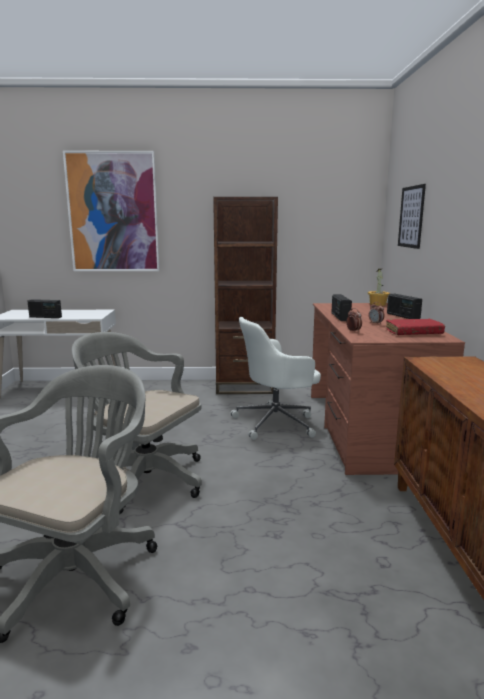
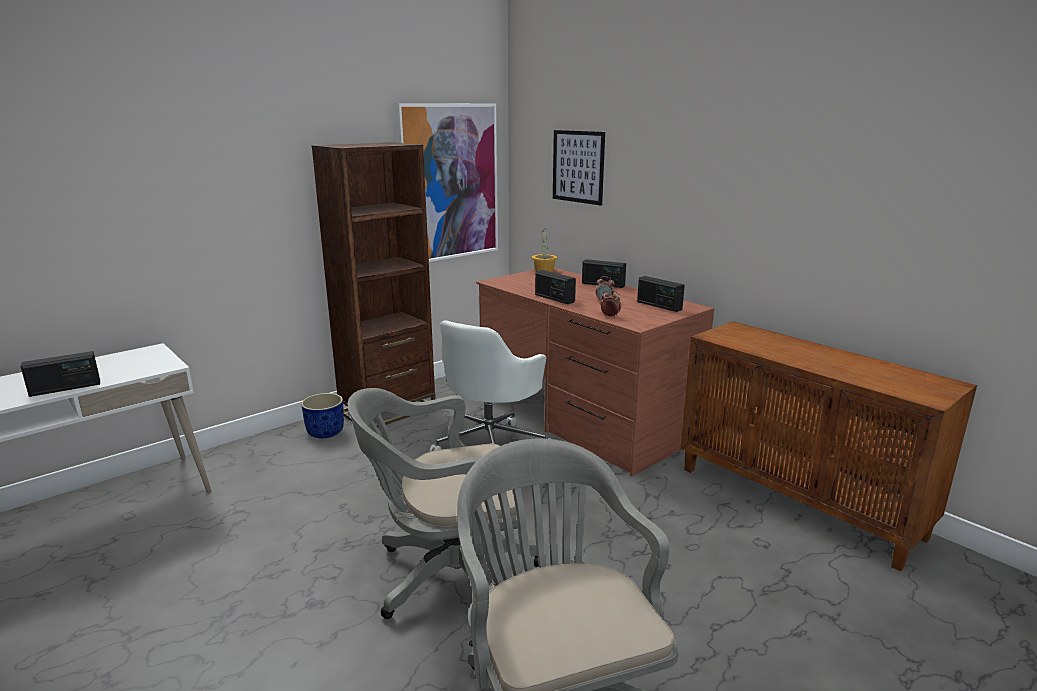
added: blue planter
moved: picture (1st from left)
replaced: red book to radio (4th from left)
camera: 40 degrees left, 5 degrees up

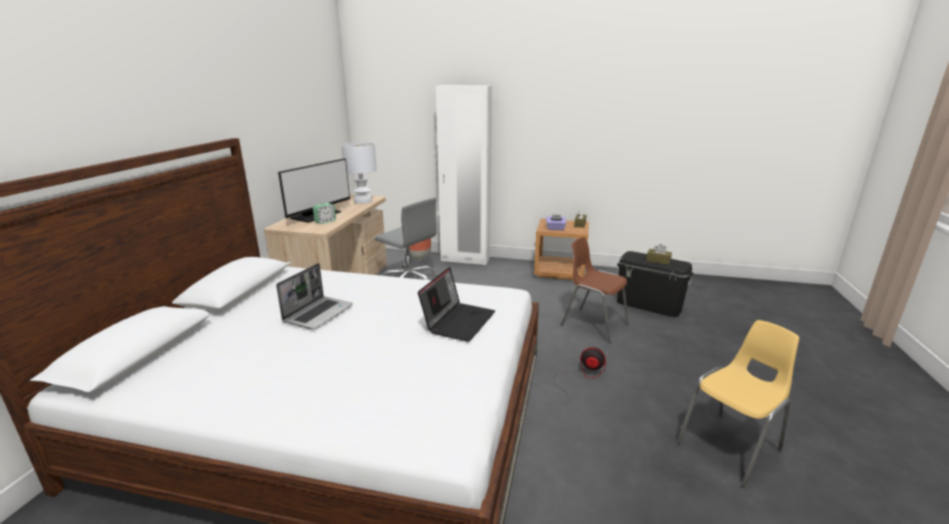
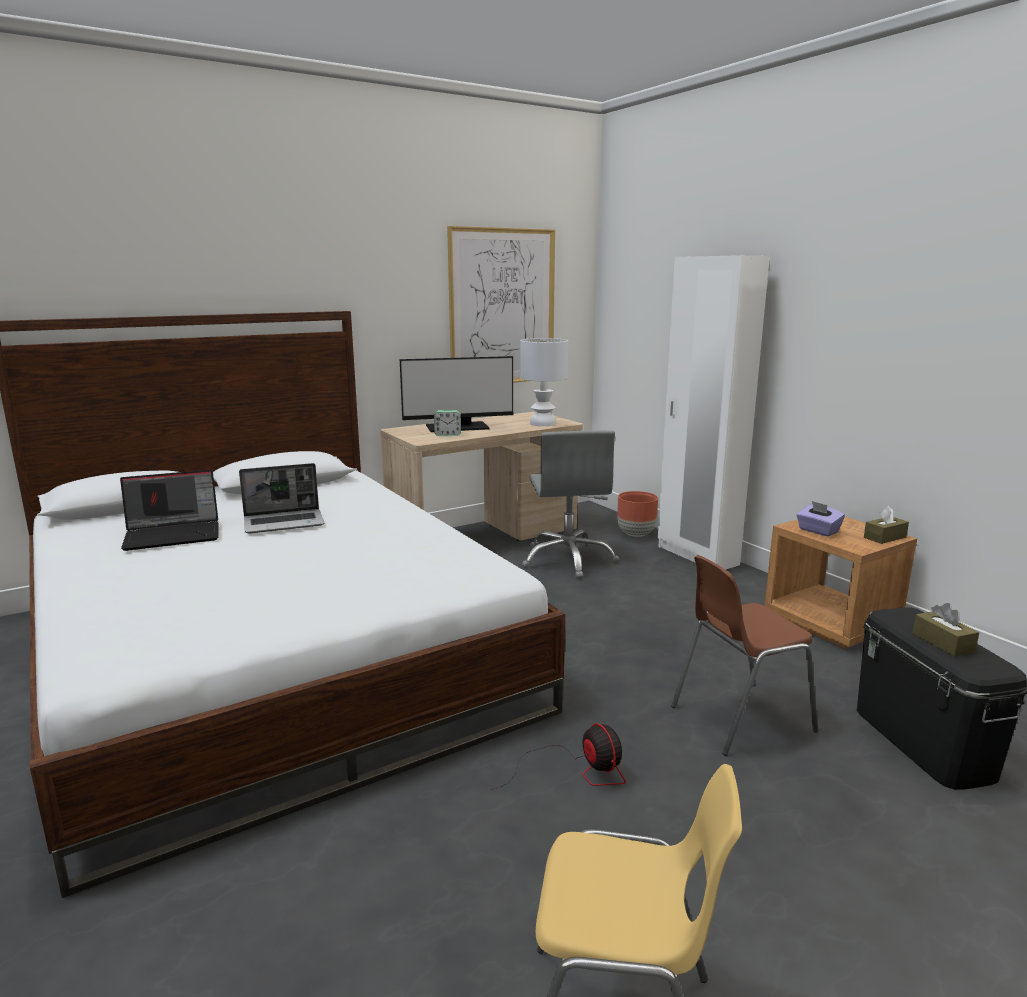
added: picture
moved: laptop (2nd from left in the first image) to laptop (1st from left)
turned: brown chair 105 degrees counterclockwise
camera: 45 degrees right, 5 degrees down

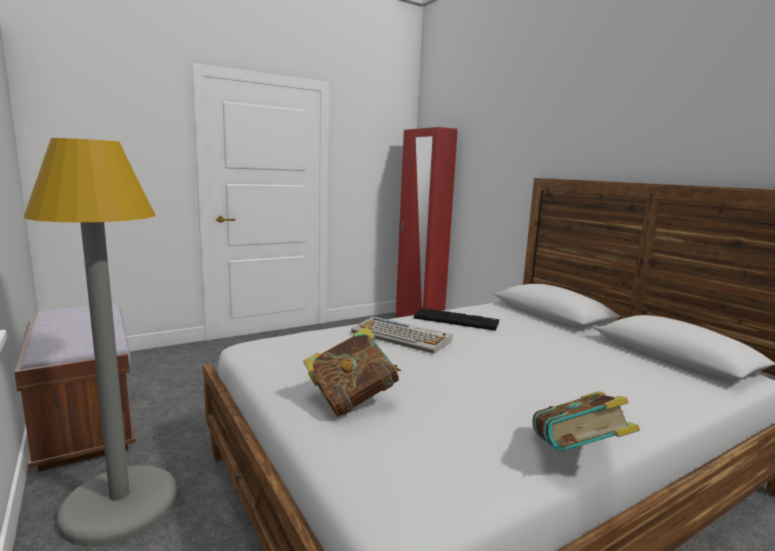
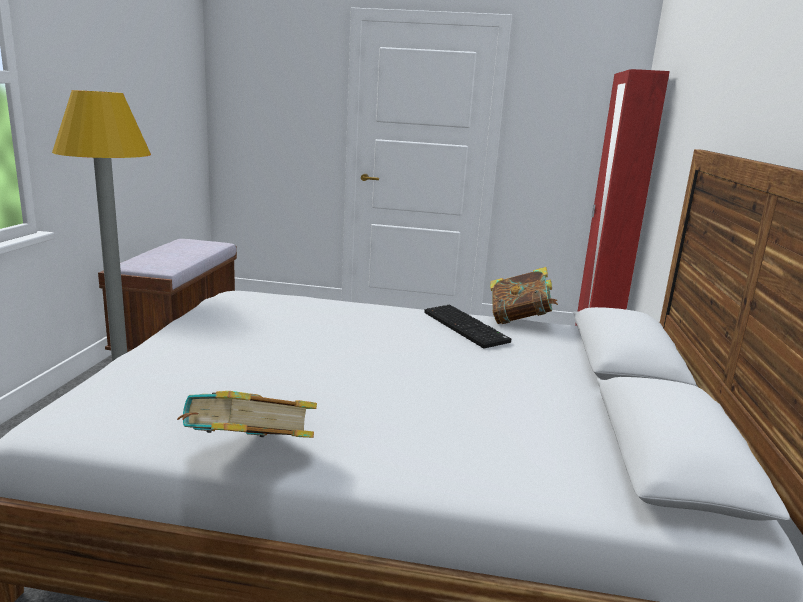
removed: keyboard (1st from left)
moved: book (1st from left in the first image) to book (2nd from left)
camera: 40 degrees right, 5 degrees up

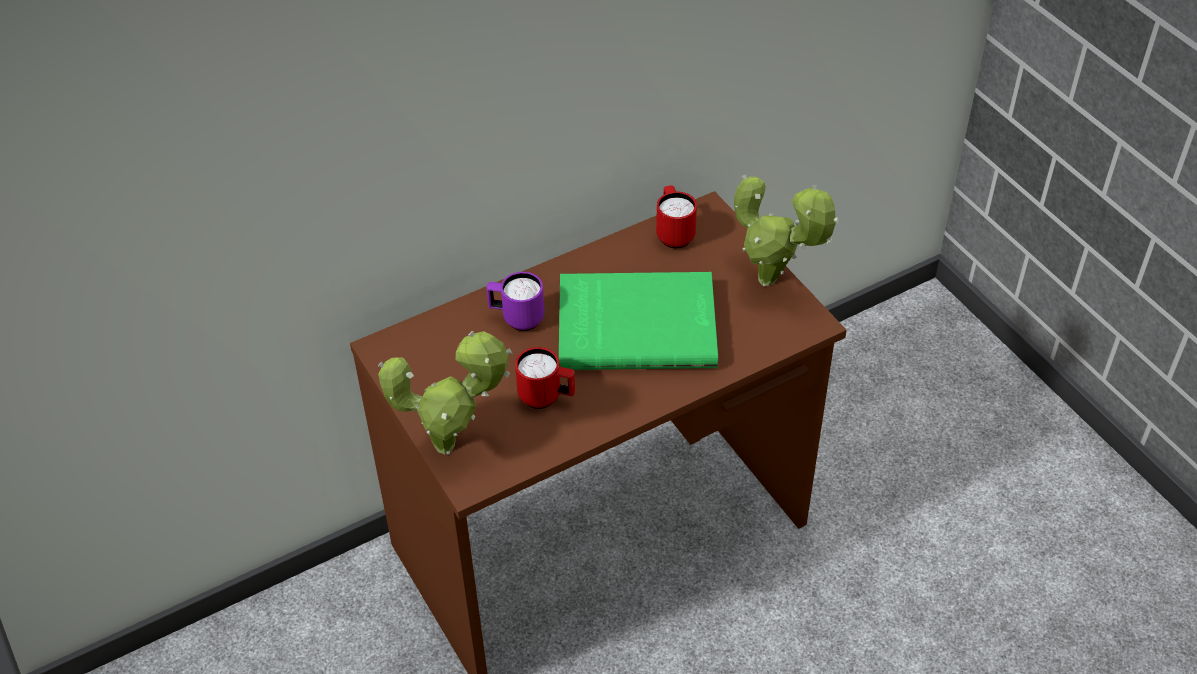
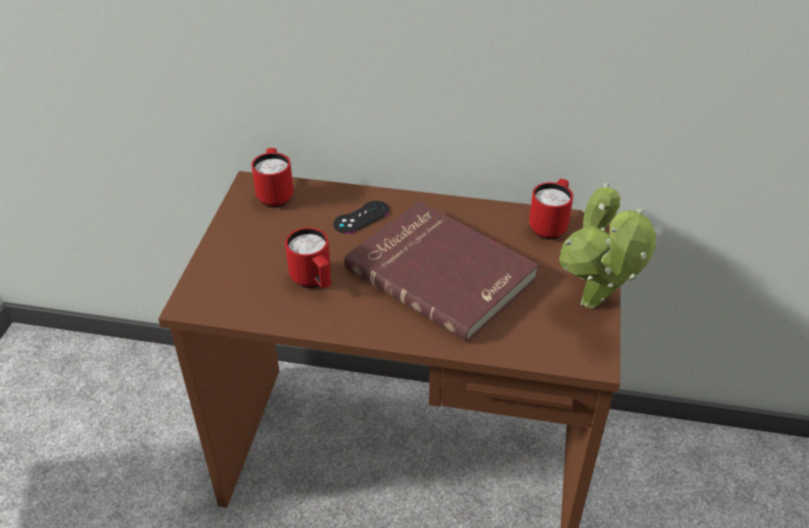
removed: potted plant (1st from left)
added: red mug (1st from left)
replaced: purple mug to black game controller
recoloured: green book to red book
camera: 40 degrees right, 5 degrees down

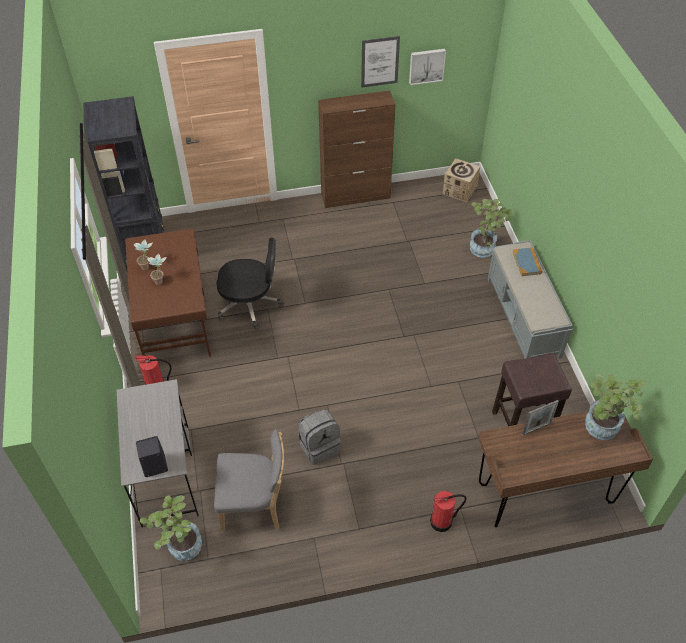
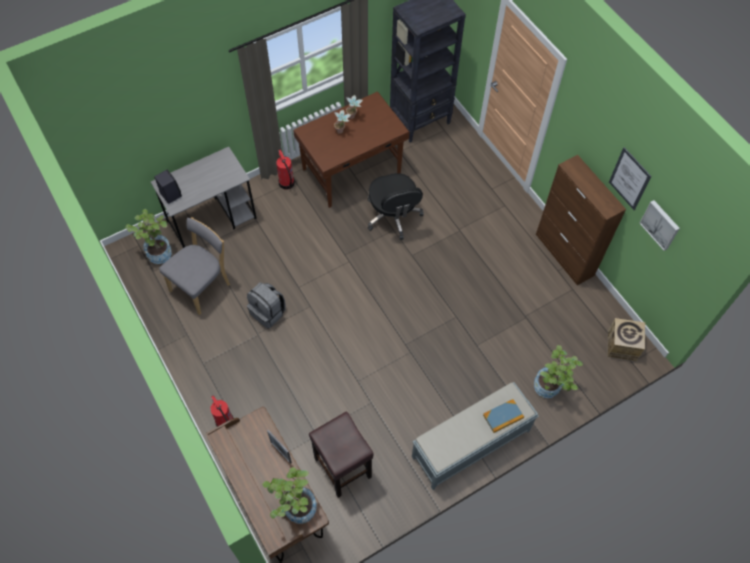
turned: grey chair 120 degrees counterclockwise
camera: 70 degrees right, 10 degrees up

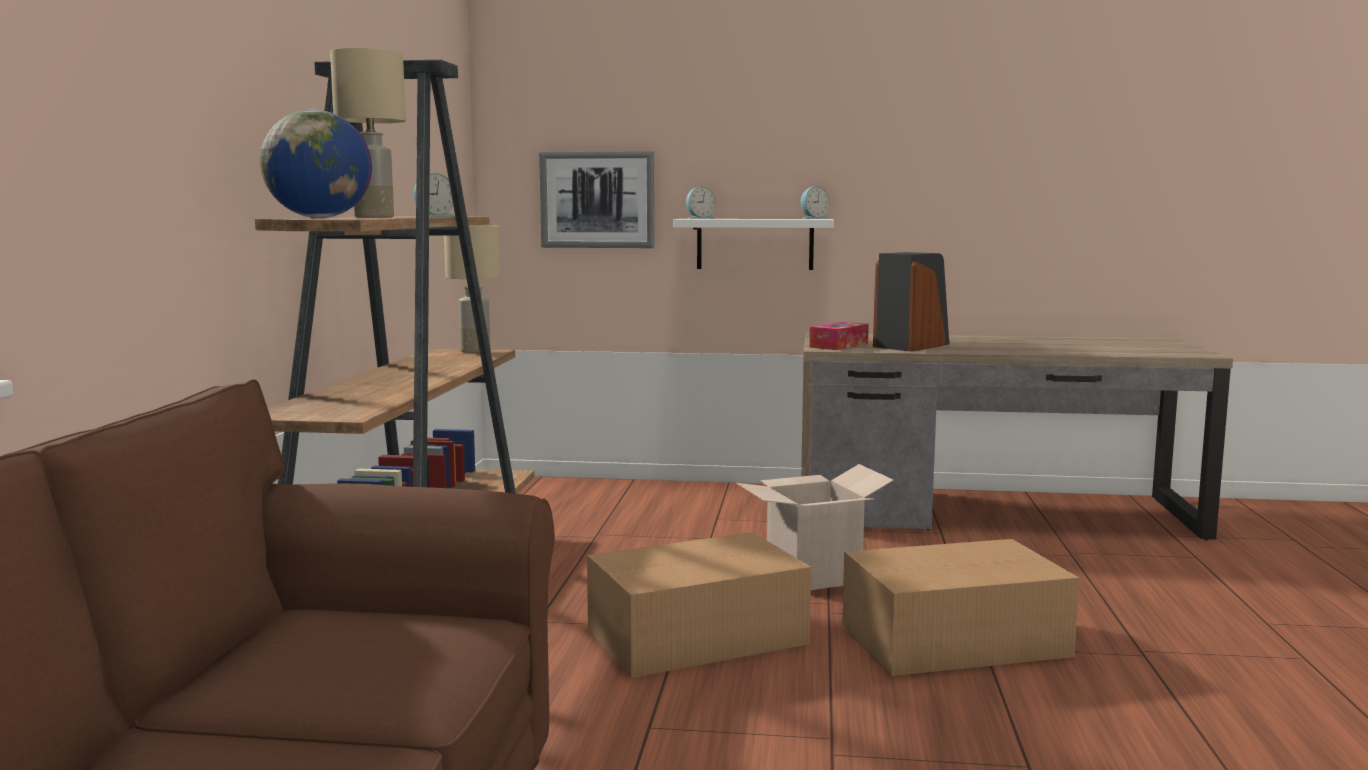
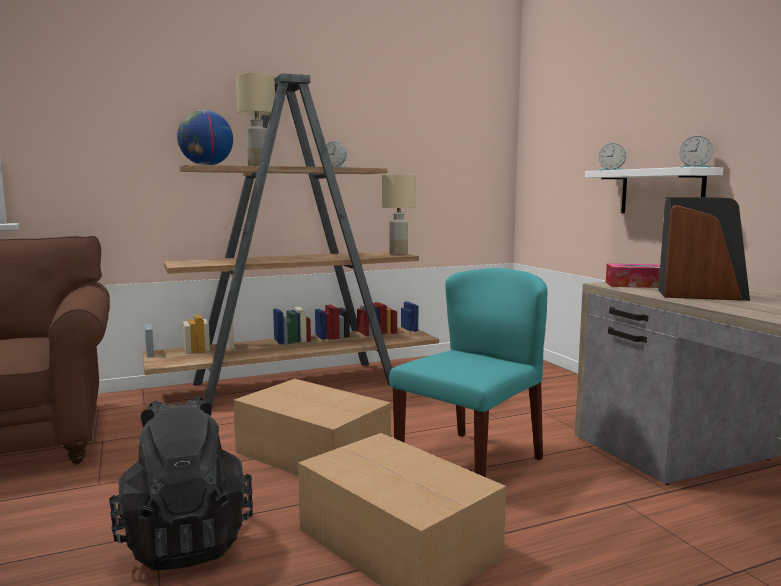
removed: picture
added: black backpack
replaced: cardboard box (2nd from left) to turquoise chair
camera: 60 degrees right, 0 degrees up

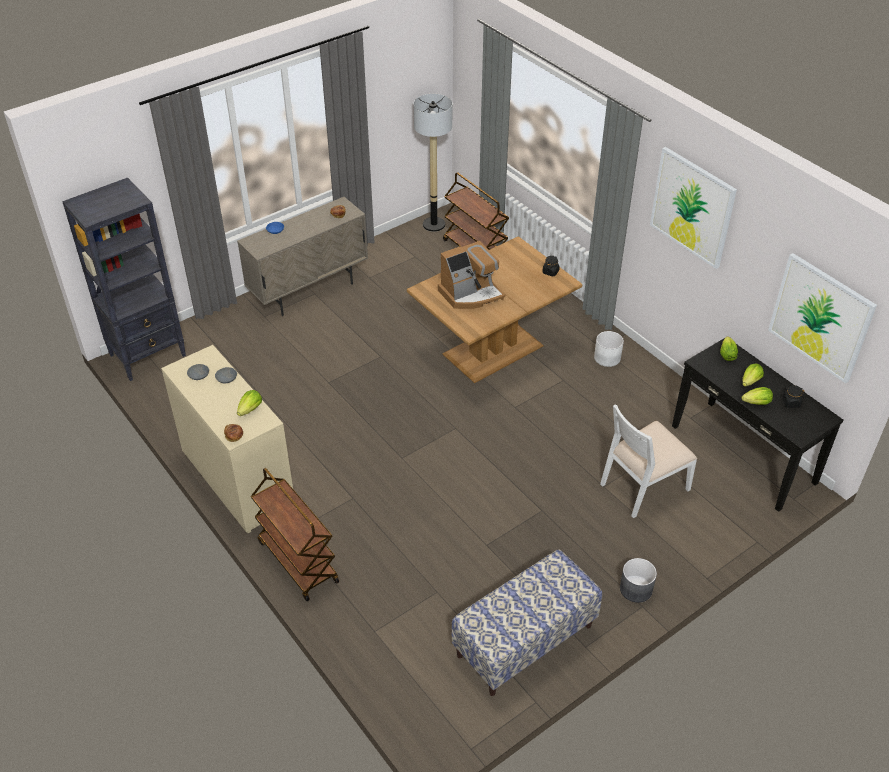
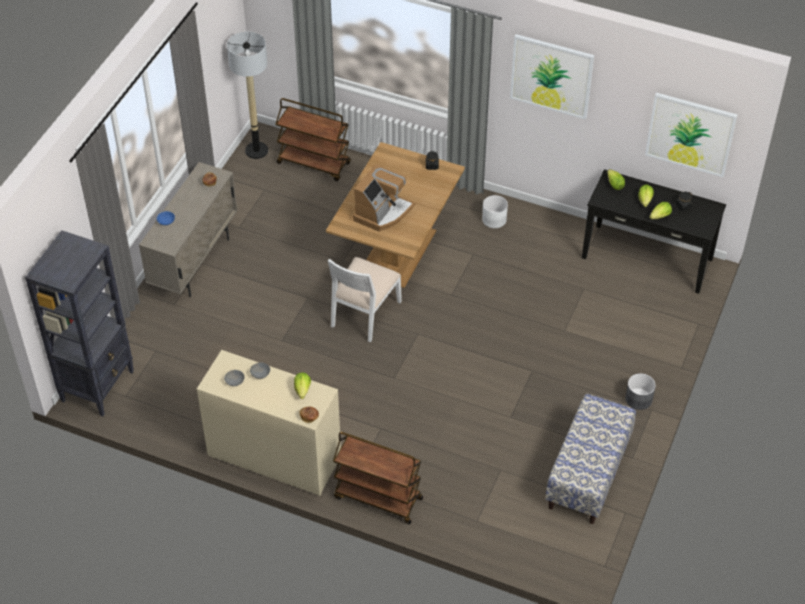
moved: white chair
camera: 30 degrees left, 5 degrees up

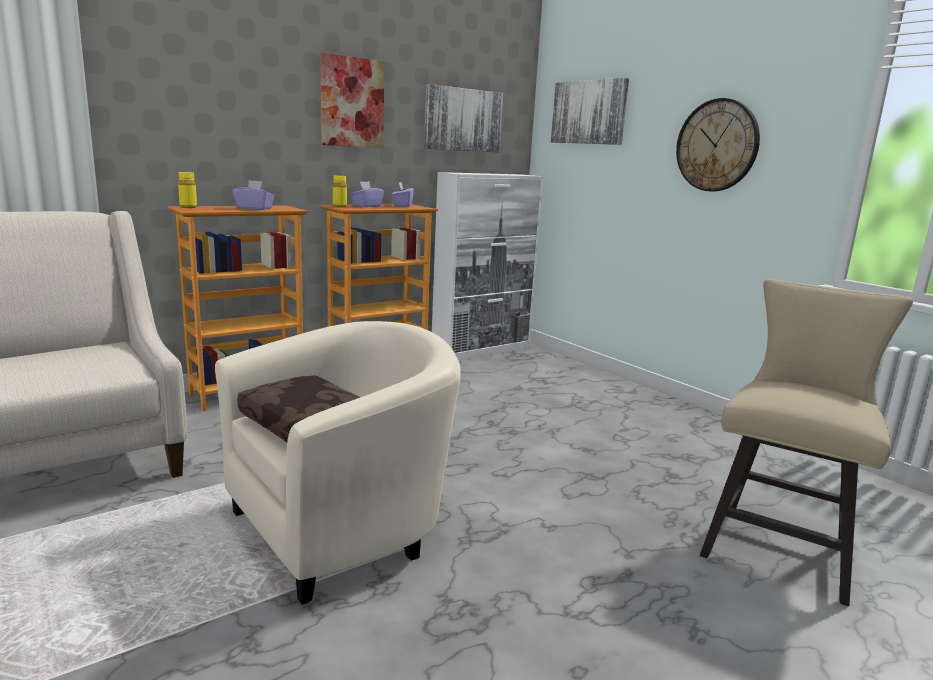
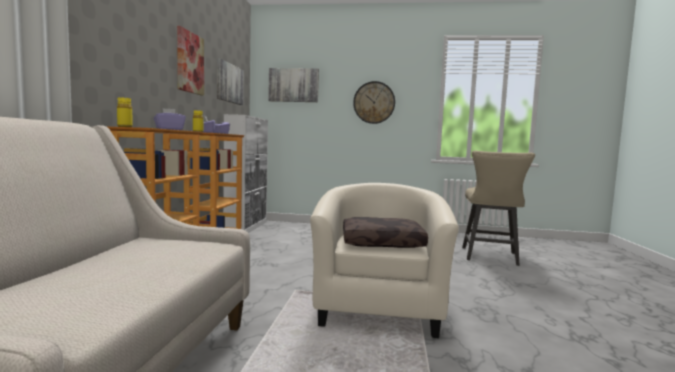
turned: beige chair 150 degrees counterclockwise
camera: 45 degrees left, 10 degrees down

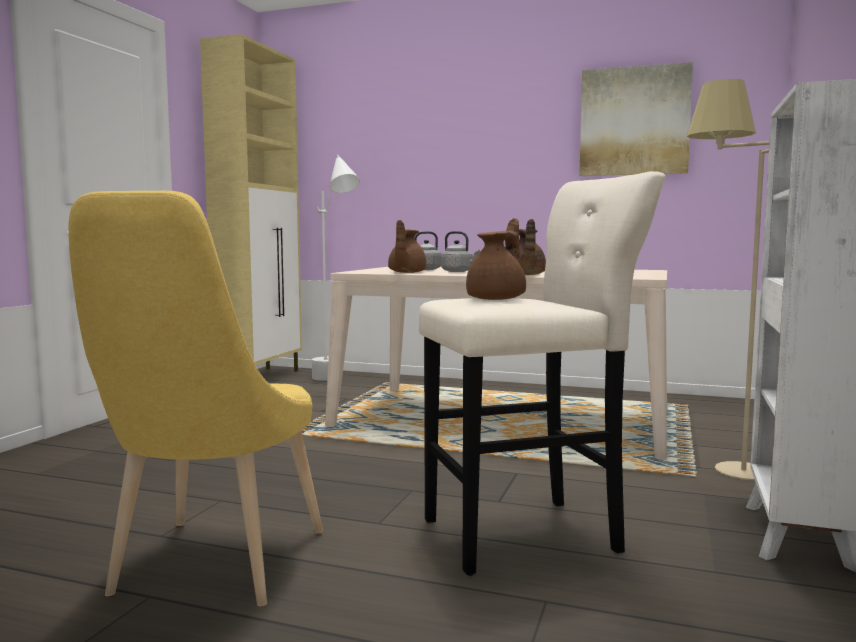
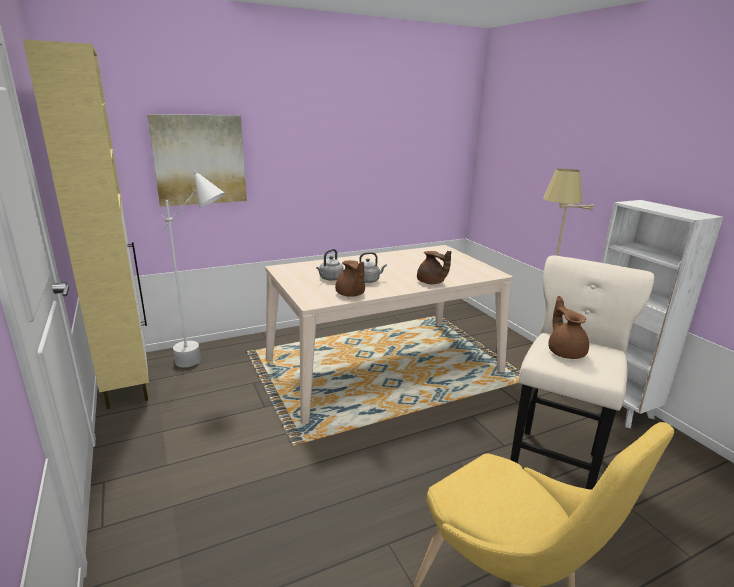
moved: picture
camera: 45 degrees left, 15 degrees up

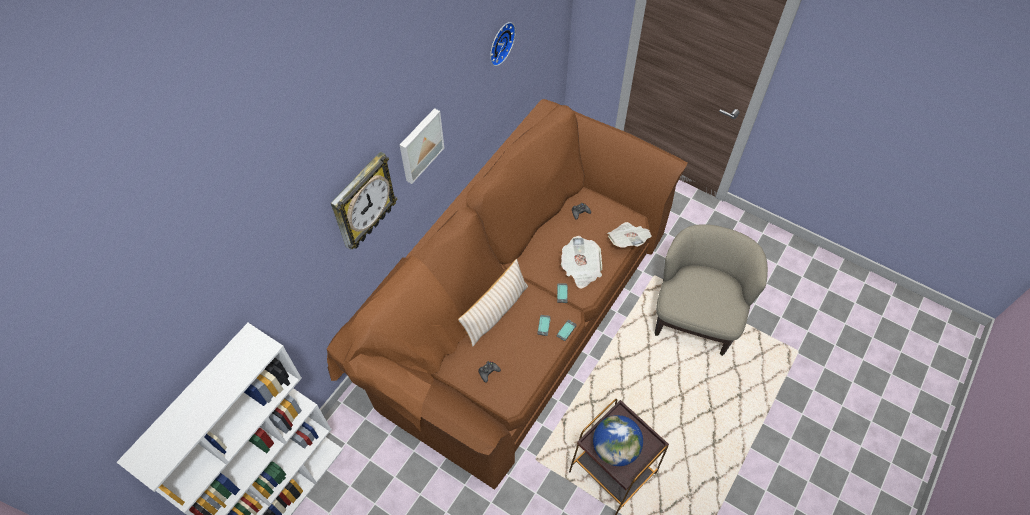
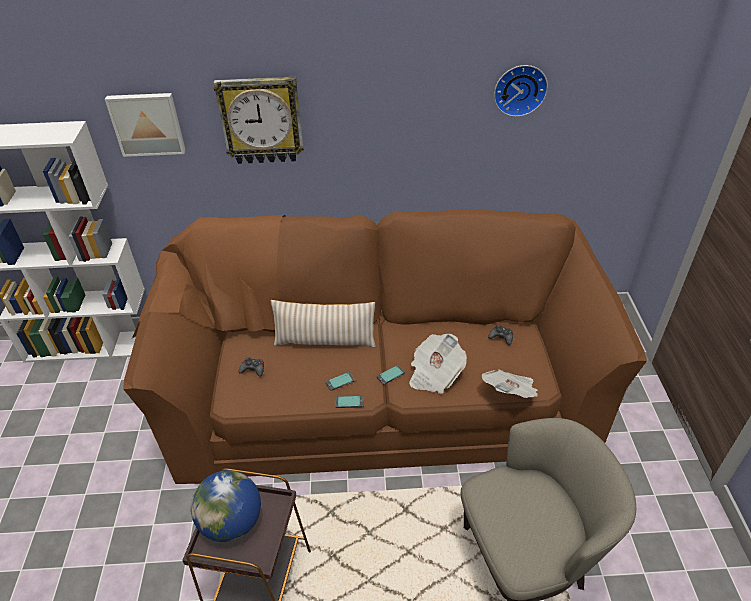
moved: picture
camera: 55 degrees right, 15 degrees down

